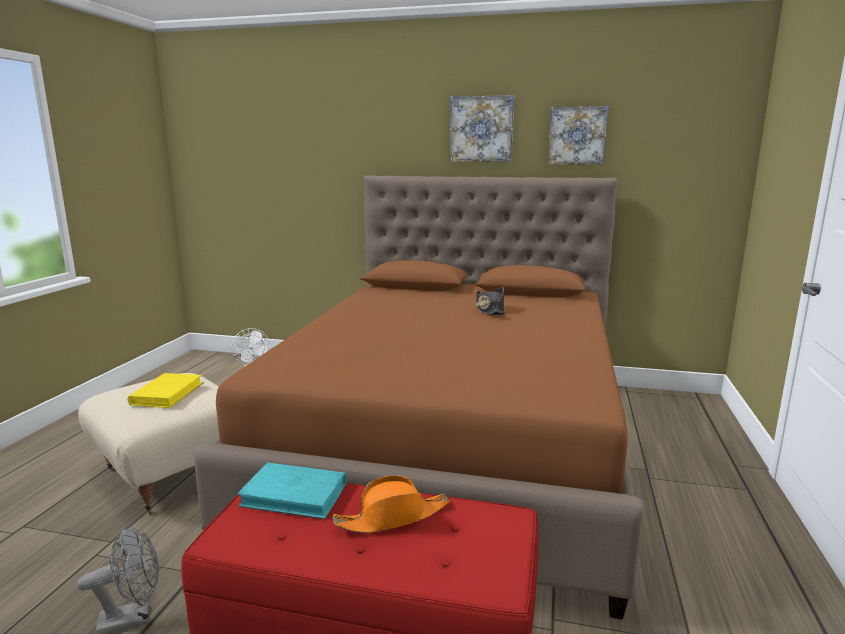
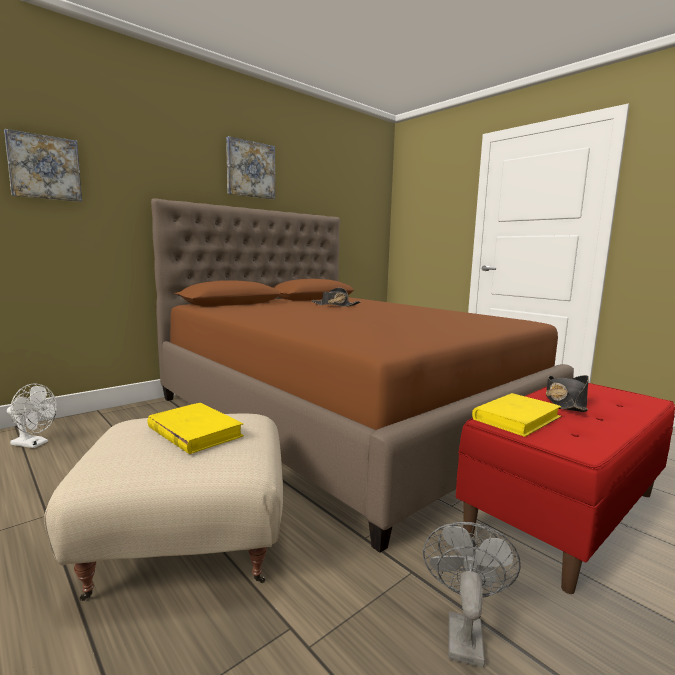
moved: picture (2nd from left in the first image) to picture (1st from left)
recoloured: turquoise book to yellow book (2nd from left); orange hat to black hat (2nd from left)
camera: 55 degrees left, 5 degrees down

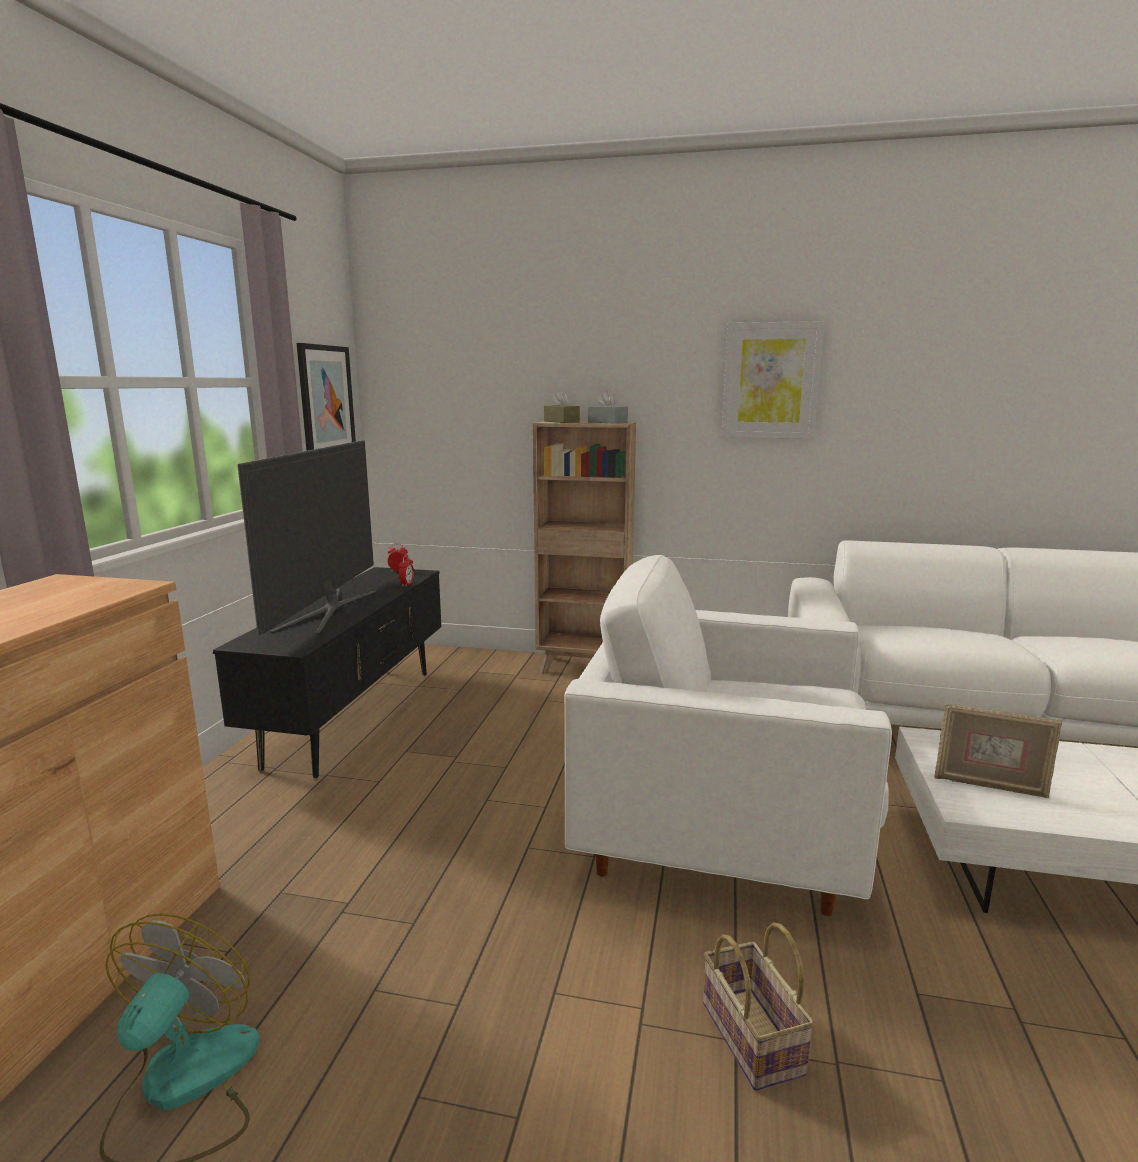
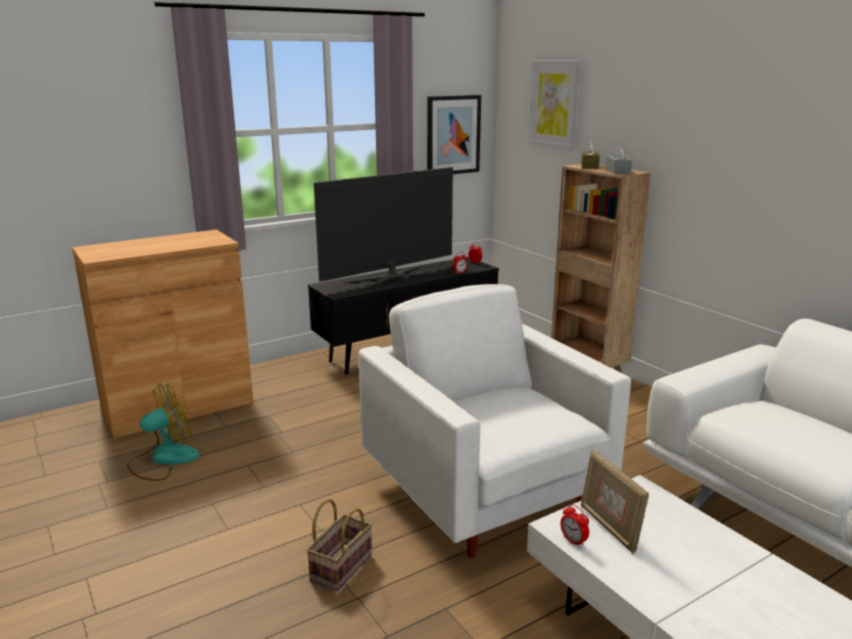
added: alarm clock (3rd from left)
moved: picture (2nd from left)
camera: 45 degrees right, 5 degrees up

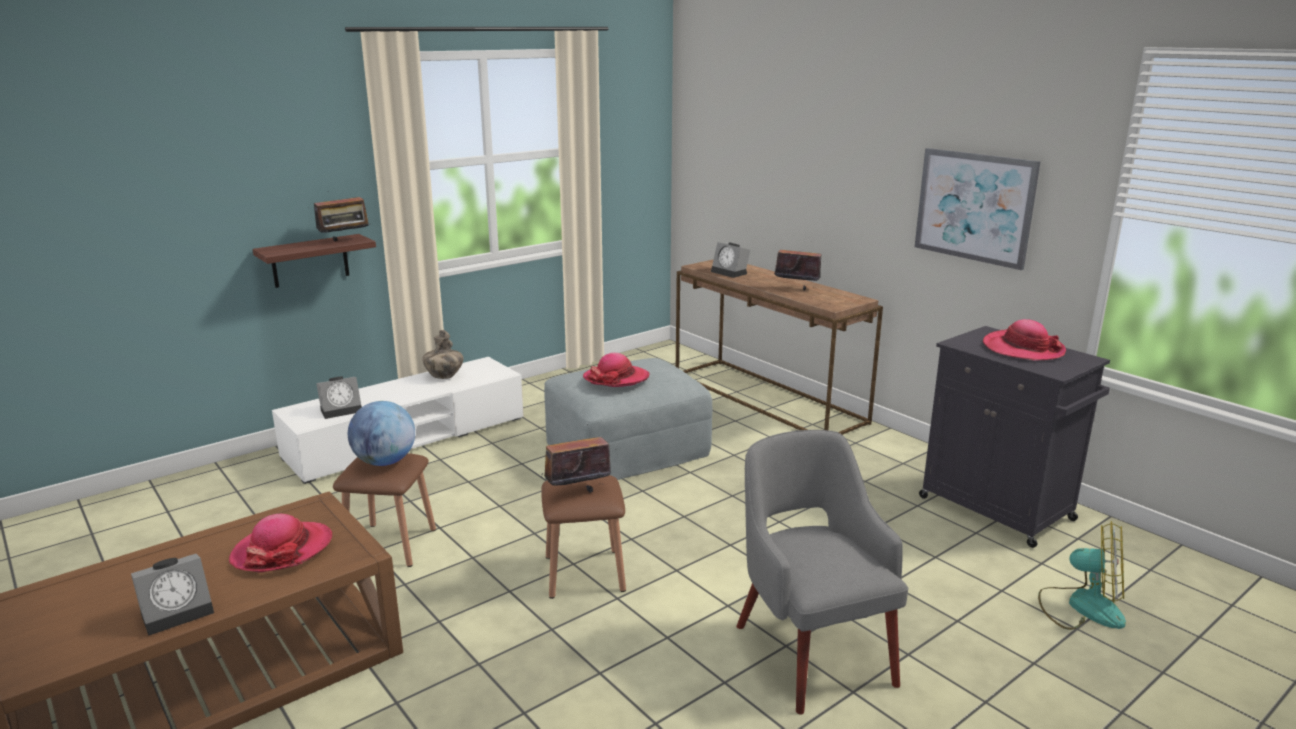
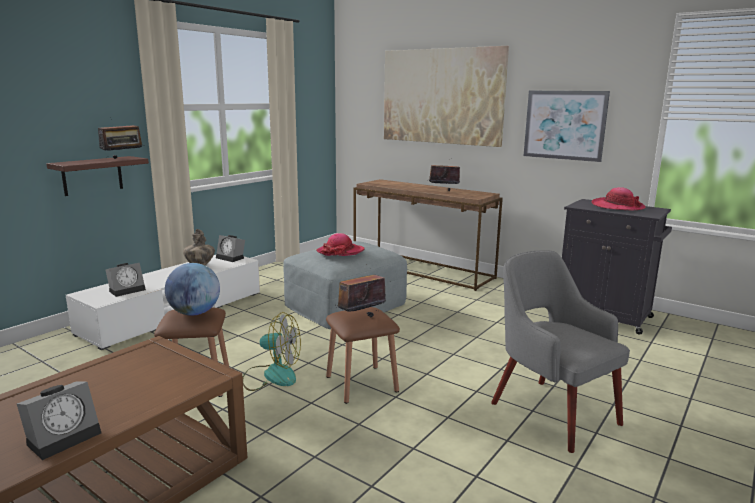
removed: hat (1st from left)
added: picture (1st from left)
moved: alarm clock (3rd from left); fan
camera: 15 degrees left, 5 degrees down

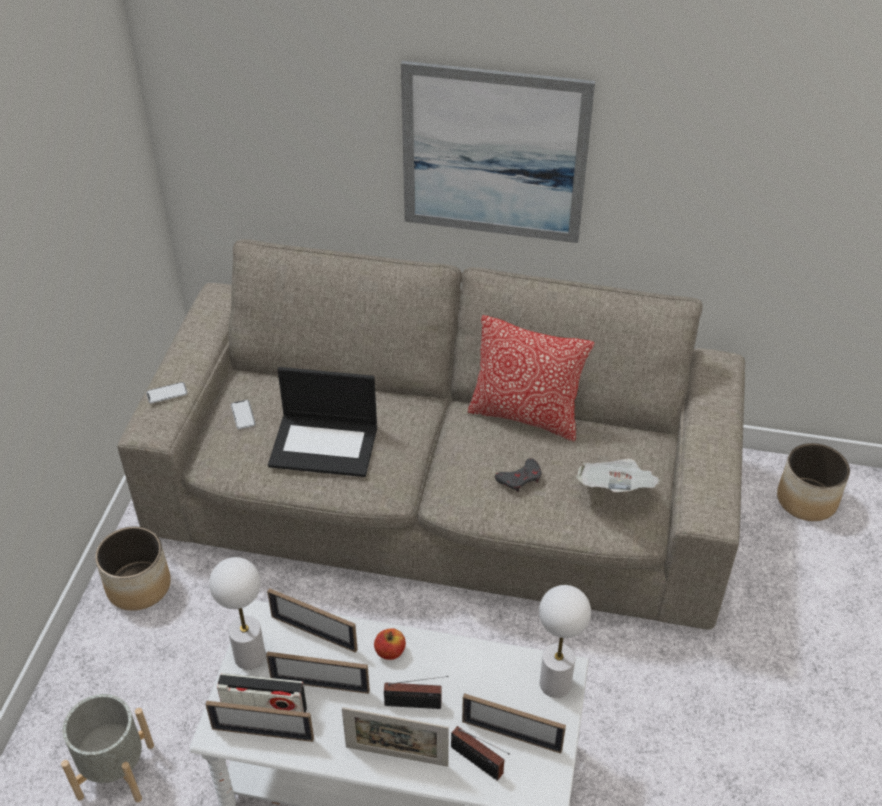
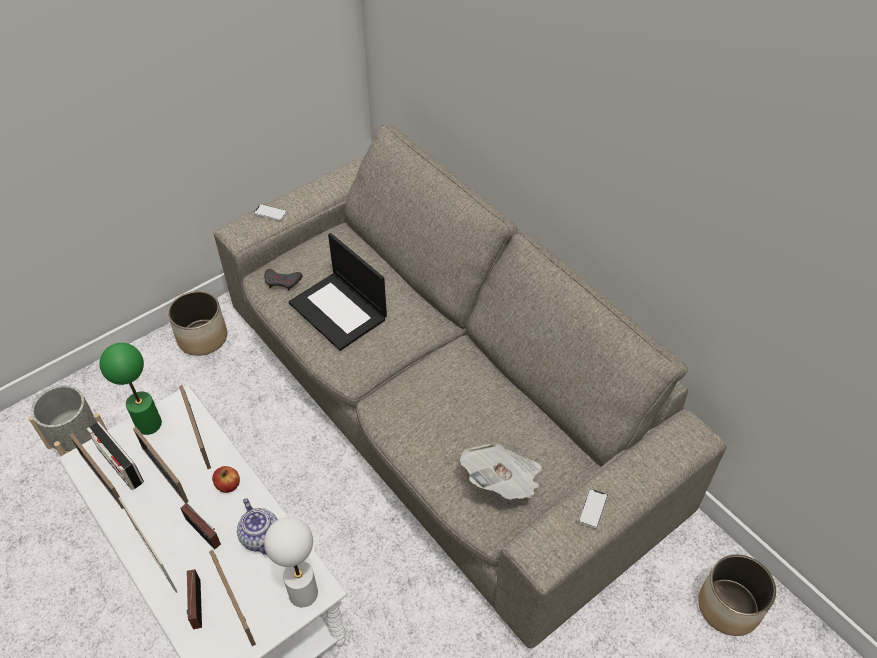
removed: picture; pillow
added: teapot
moved: phone (2nd from left); grey game controller
recoloured: white table lamp (1st from left) to green table lamp
camera: 40 degrees right, 5 degrees up

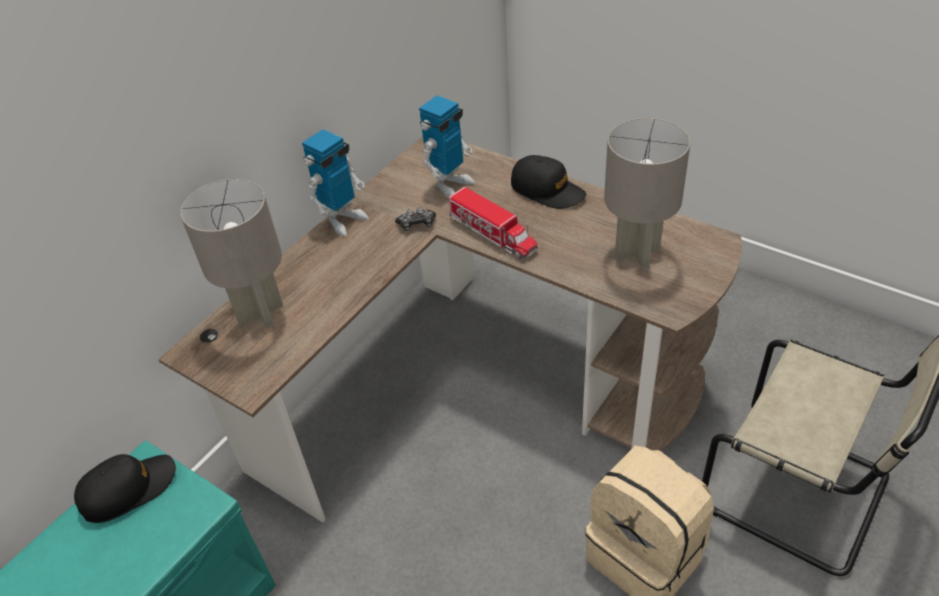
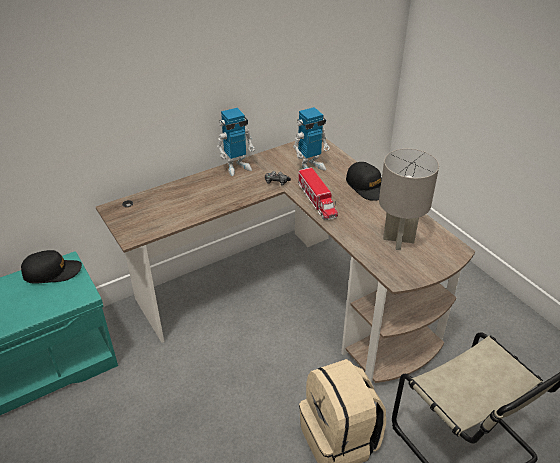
removed: grey table lamp (1st from left)
camera: 20 degrees right, 5 degrees down

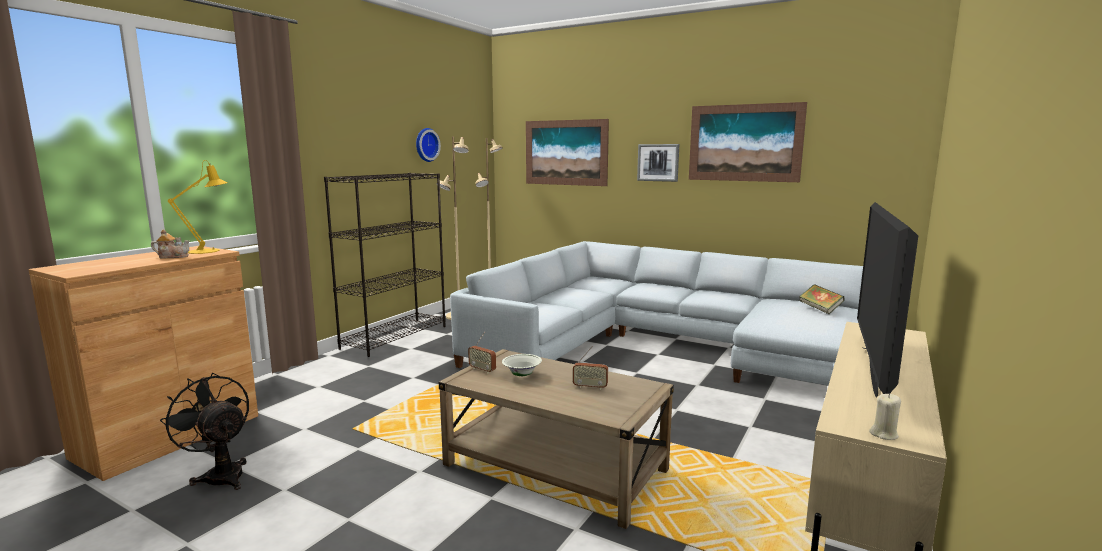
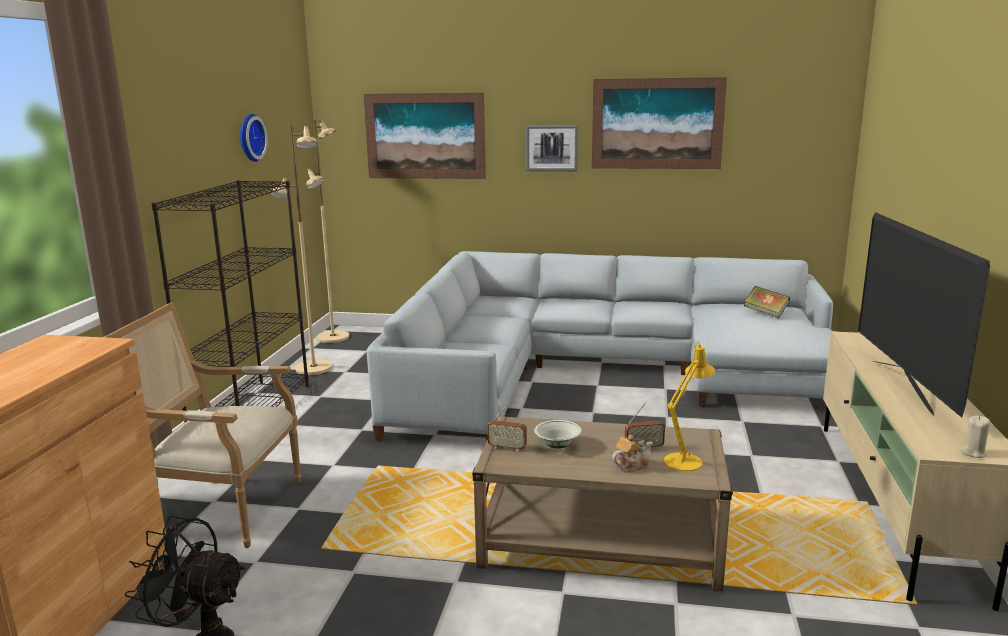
added: armchair
moved: teapot; yellow table lamp
camera: 20 degrees left, 5 degrees up

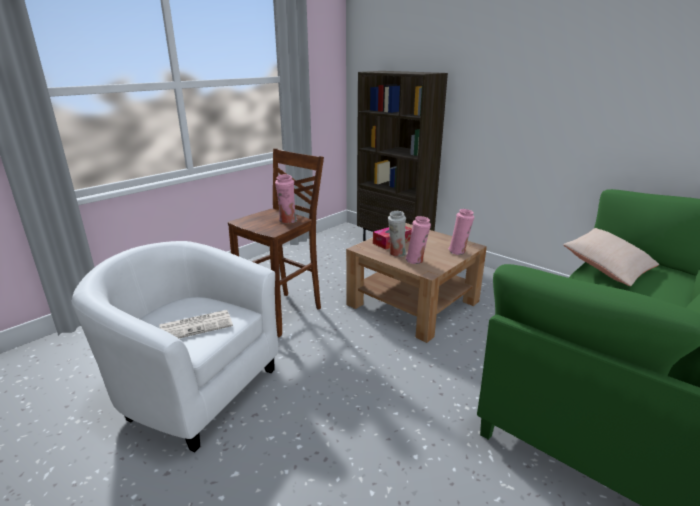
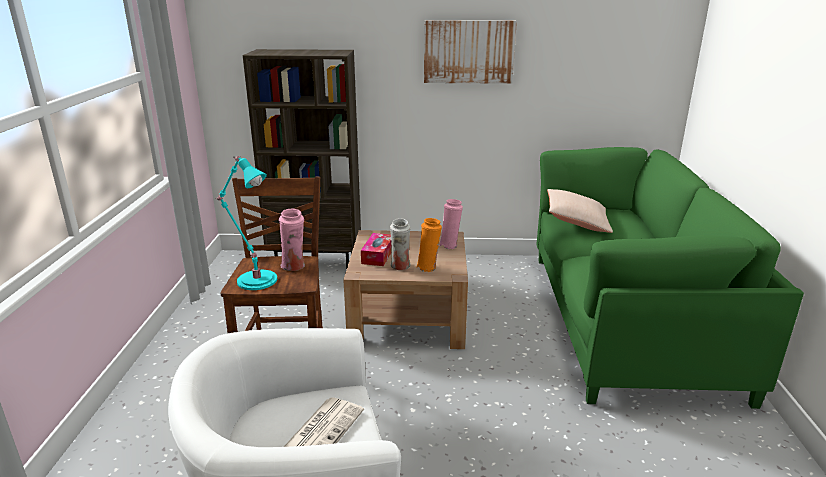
added: turquoise table lamp; picture
recoloured: pink vase (2nd from left) to orange vase
camera: 40 degrees left, 0 degrees up

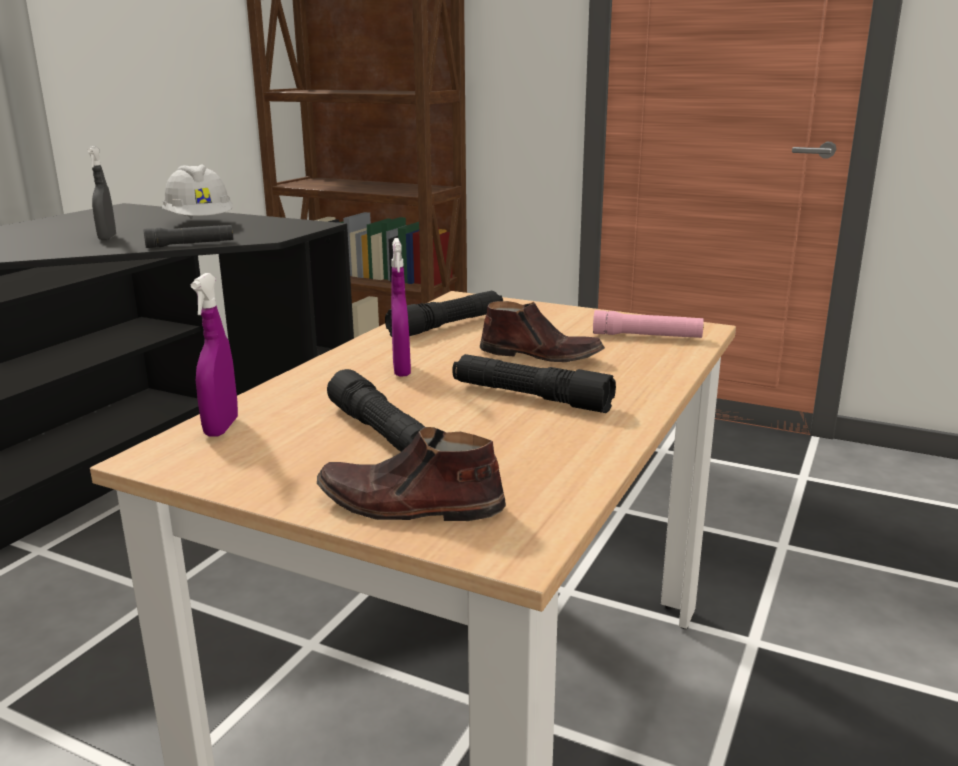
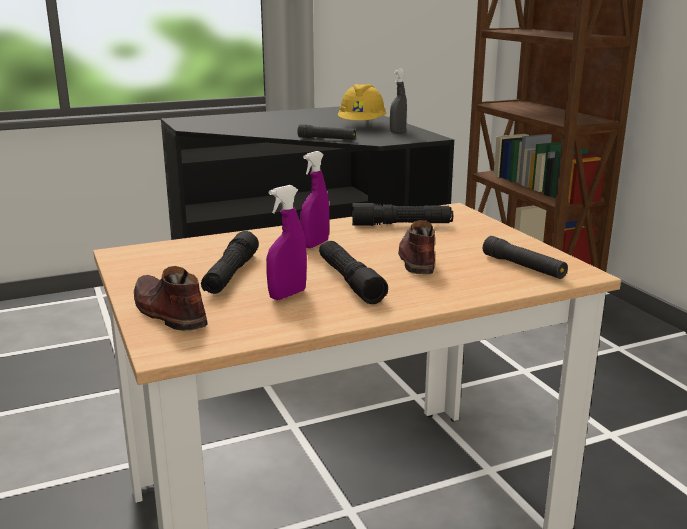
moved: grey spray bottle; purple spray bottle (1st from left)
recoloured: white hard hat to yellow hard hat; pink flashlight to black flashlight (5th from left)
turned: brown shoe (2nd from left) 150 degrees counterclockwise
camera: 40 degrees right, 0 degrees up

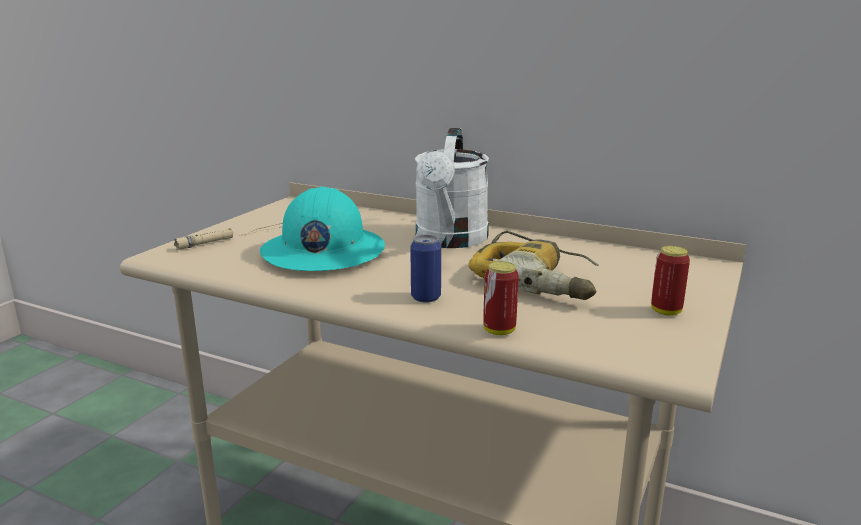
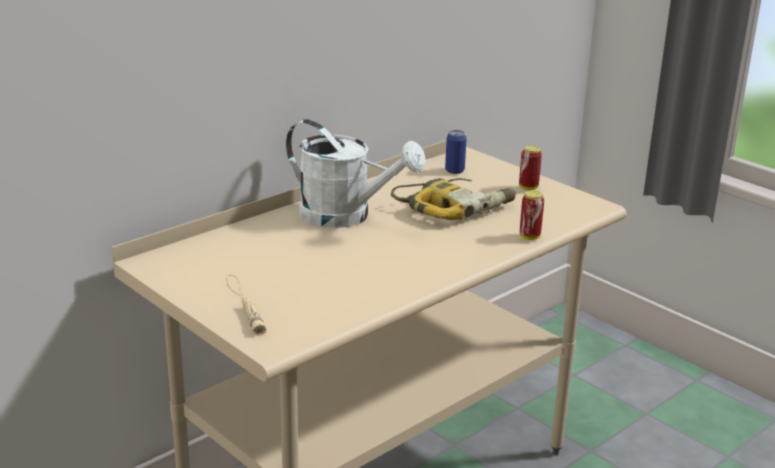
removed: turquoise hard hat
moved: can (1st from left)
camera: 70 degrees left, 5 degrees up

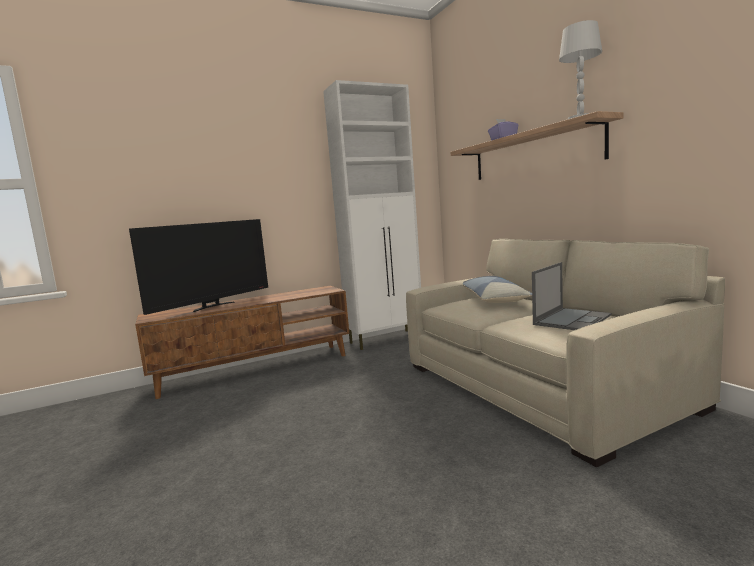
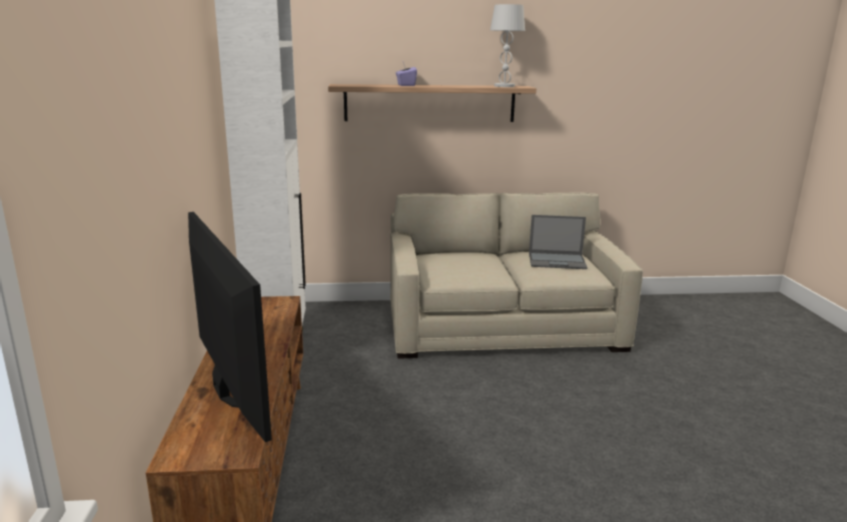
removed: pillow
turned: laptop 120 degrees clockwise
camera: 70 degrees left, 10 degrees up

